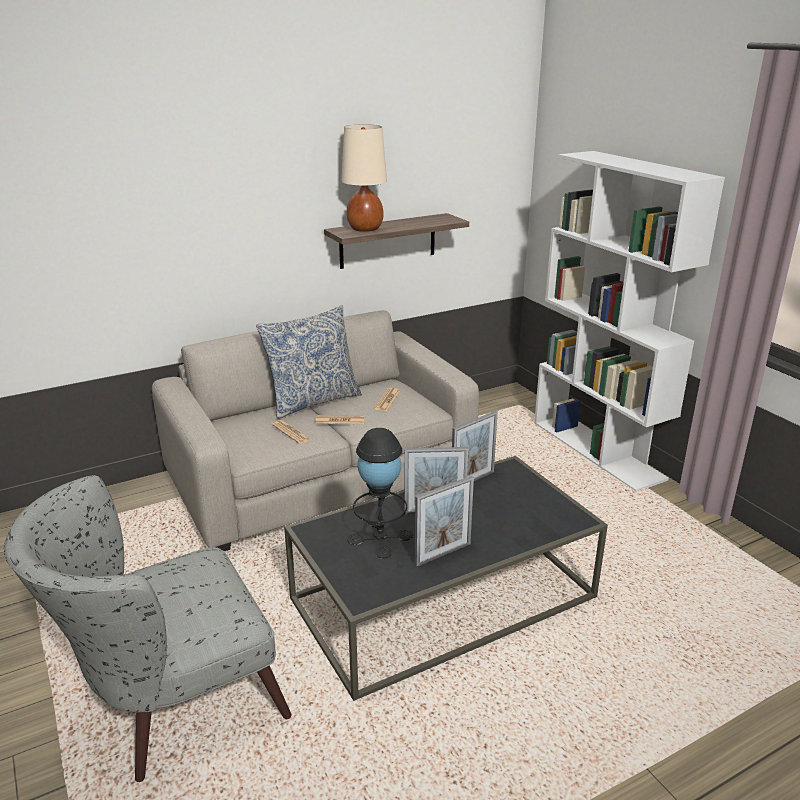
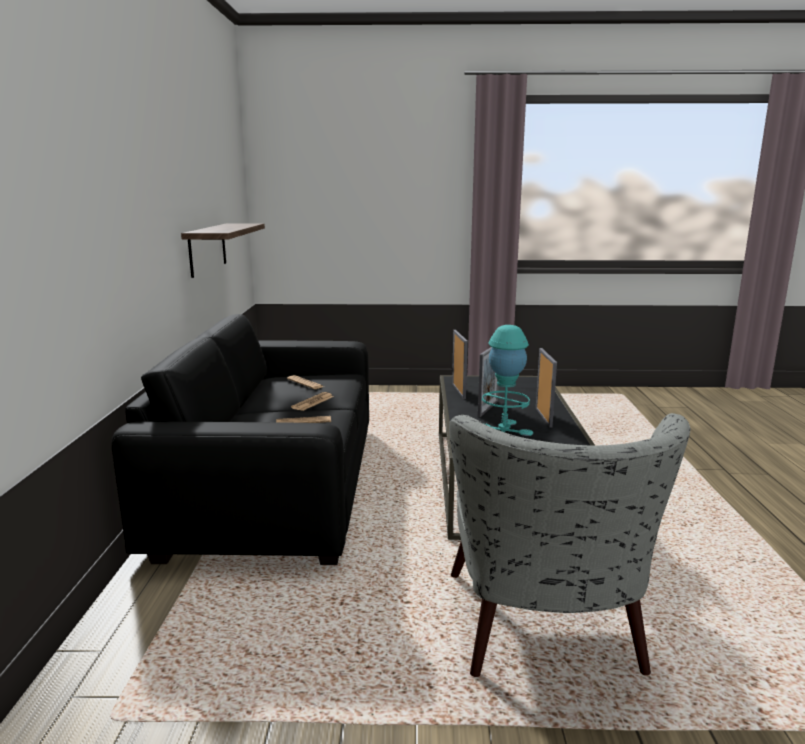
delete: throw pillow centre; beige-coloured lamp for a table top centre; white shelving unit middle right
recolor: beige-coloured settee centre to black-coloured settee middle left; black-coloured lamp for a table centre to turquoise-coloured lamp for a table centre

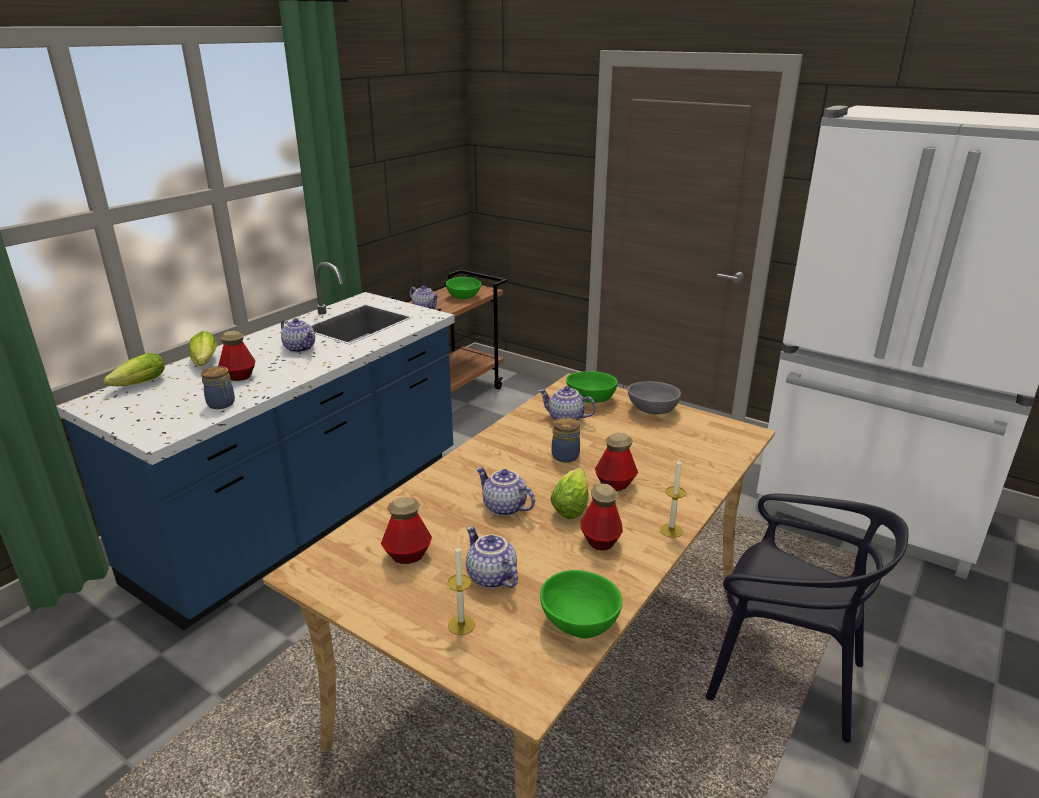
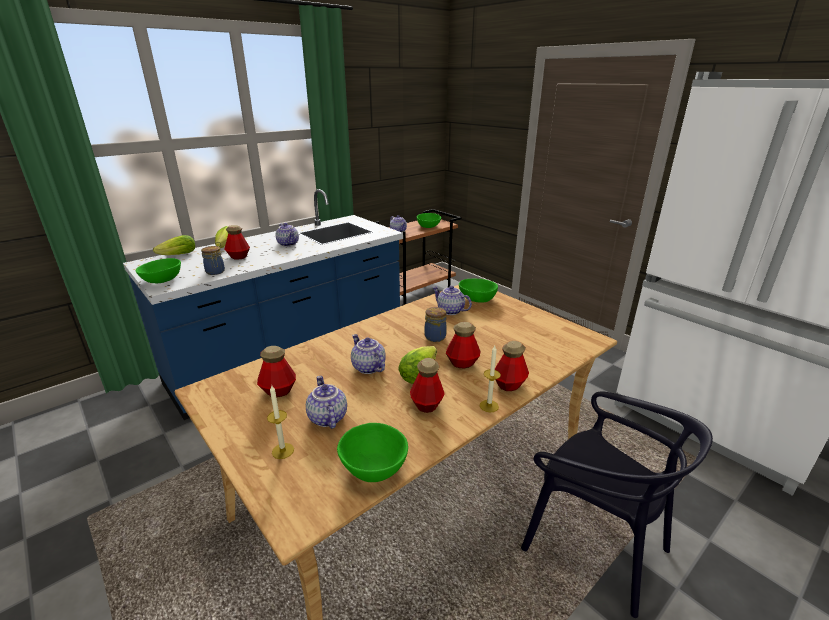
delete: greyish bowl centre
insert: green-coloured bowl (1st from left) middle left; beverage bottle (5th from left) centre

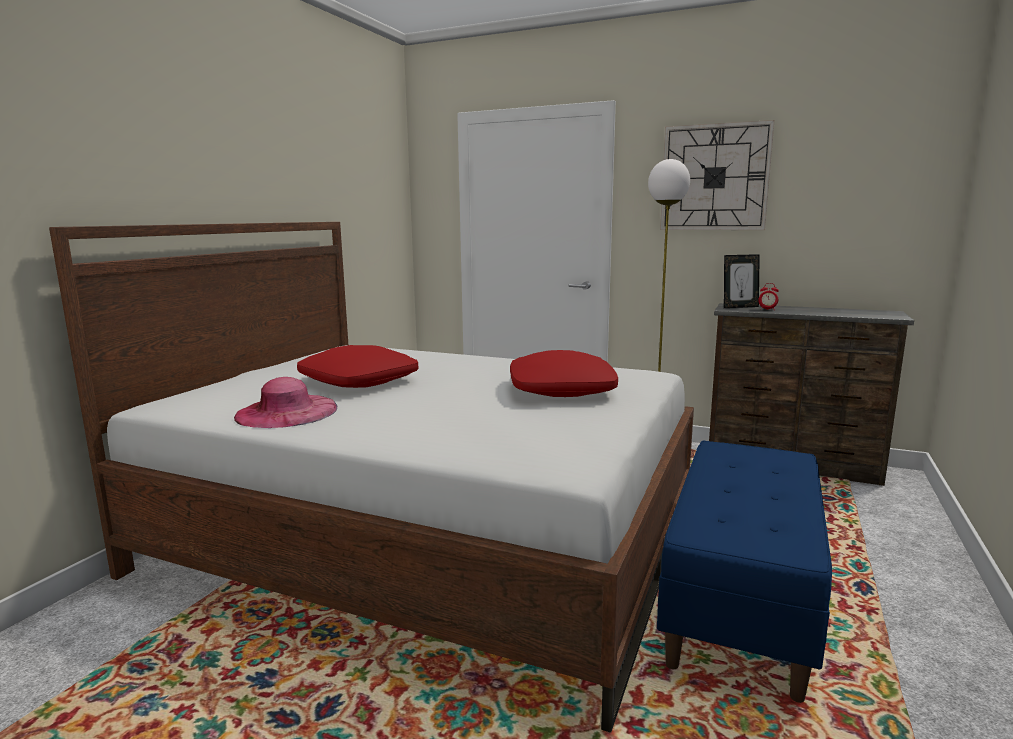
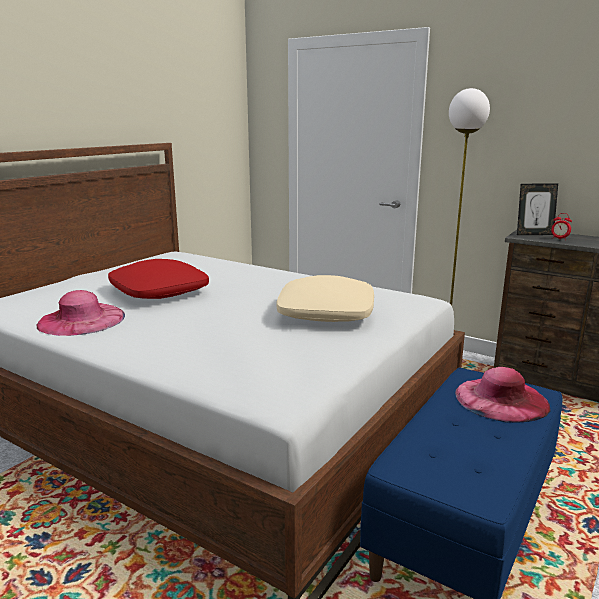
delete: hanging clock top right
insert: pinkish hat (2nd from left) middle right
recolor: red-coloured throw pillow (2nd from left) centre to beige-coloured throw pillow centre

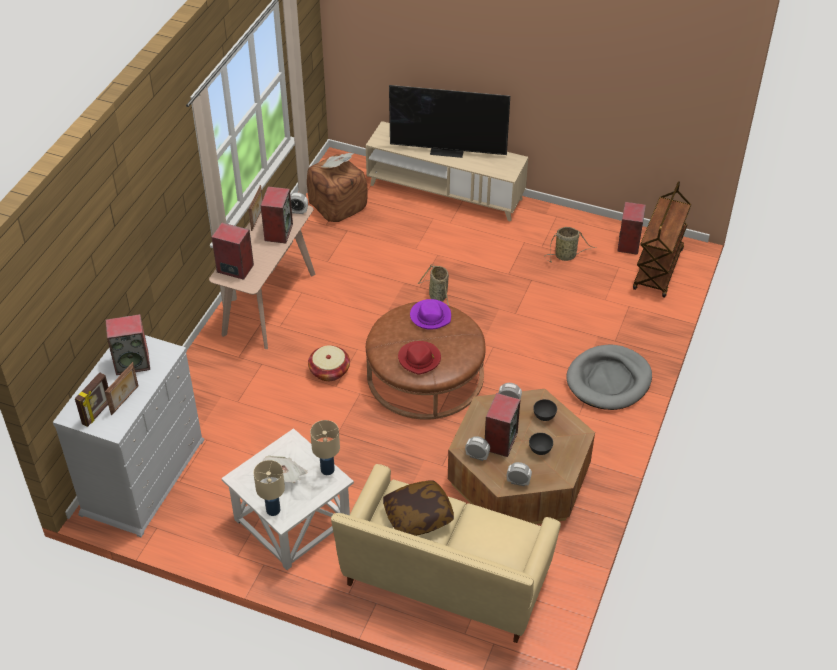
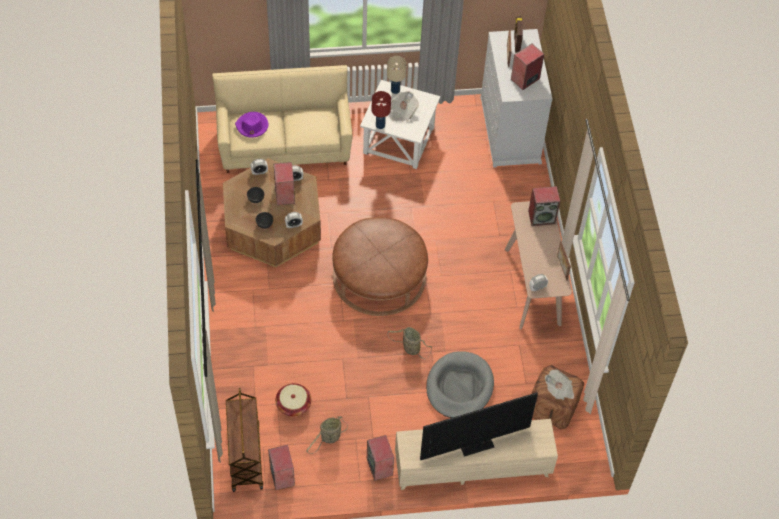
delete: throw pillow bottom centre; red-coloured hat centre
move: purple-coloured hat centre to top left; basket (1st from left) centre to bottom centre; audio speaker (3rd from left) top left to bottom centre; greyish pet bed middle right to bottom centre
recolor: beige-coloured lamp for a table (2nd from left) bottom centre to red-coloured lamp for a table top centre

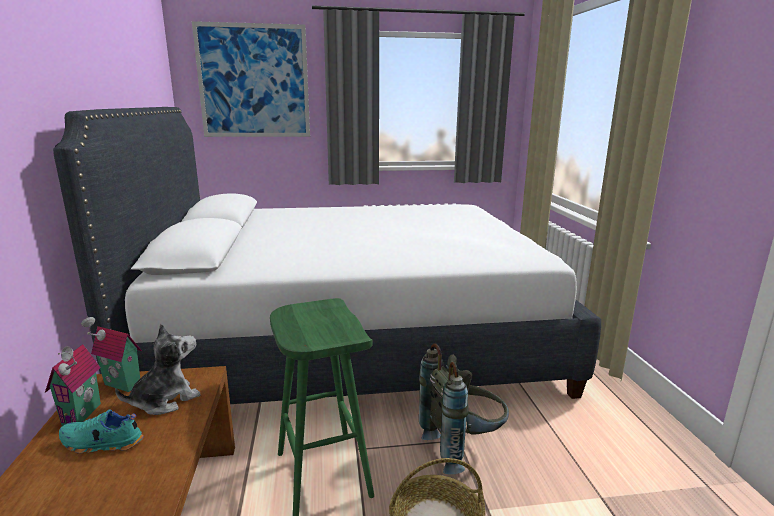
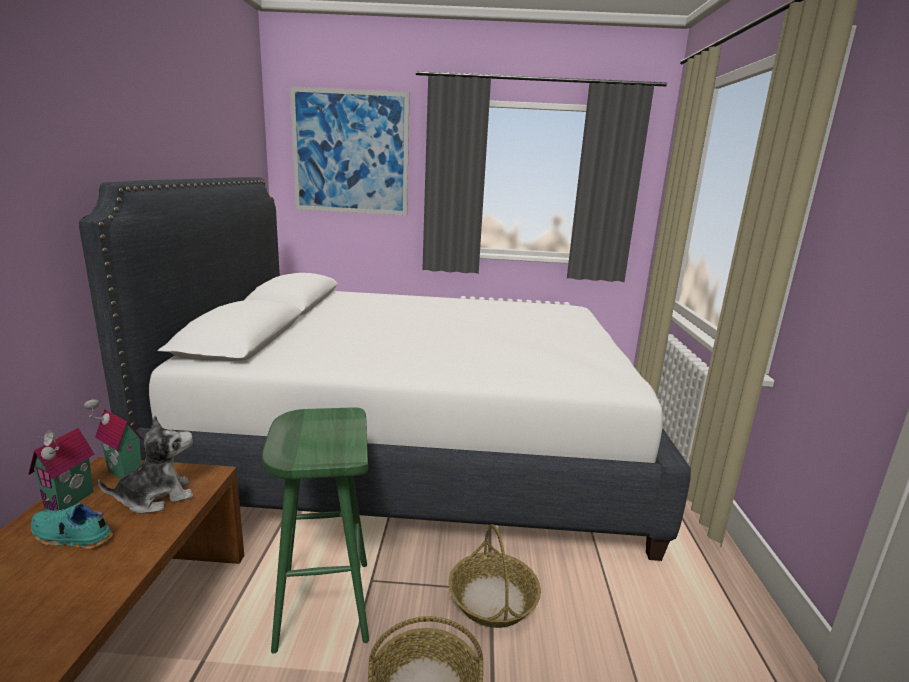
replace: greyish rucksack bottom centre to basket (2nd from left) bottom centre

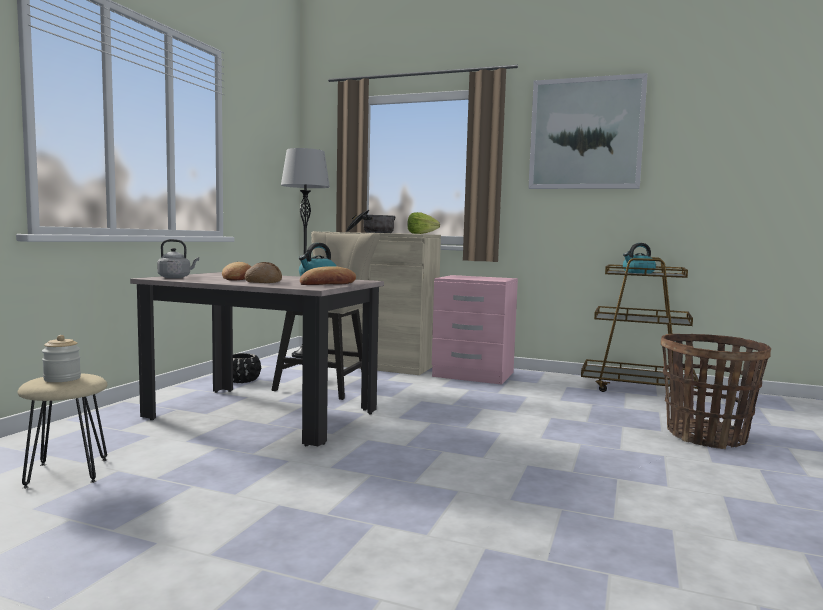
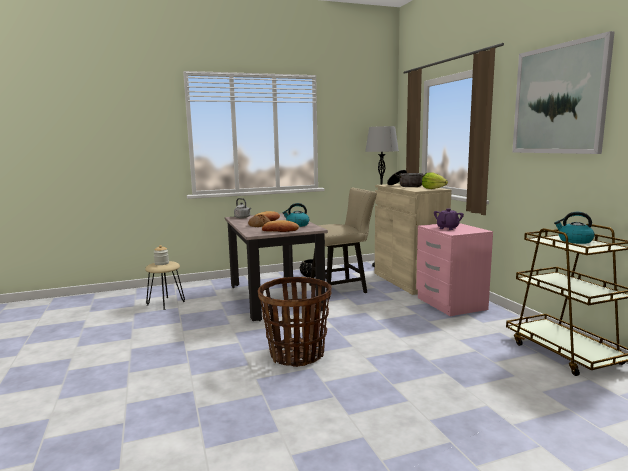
insert: purple-coloured tea pot middle right
move: basket middle right to bottom centre

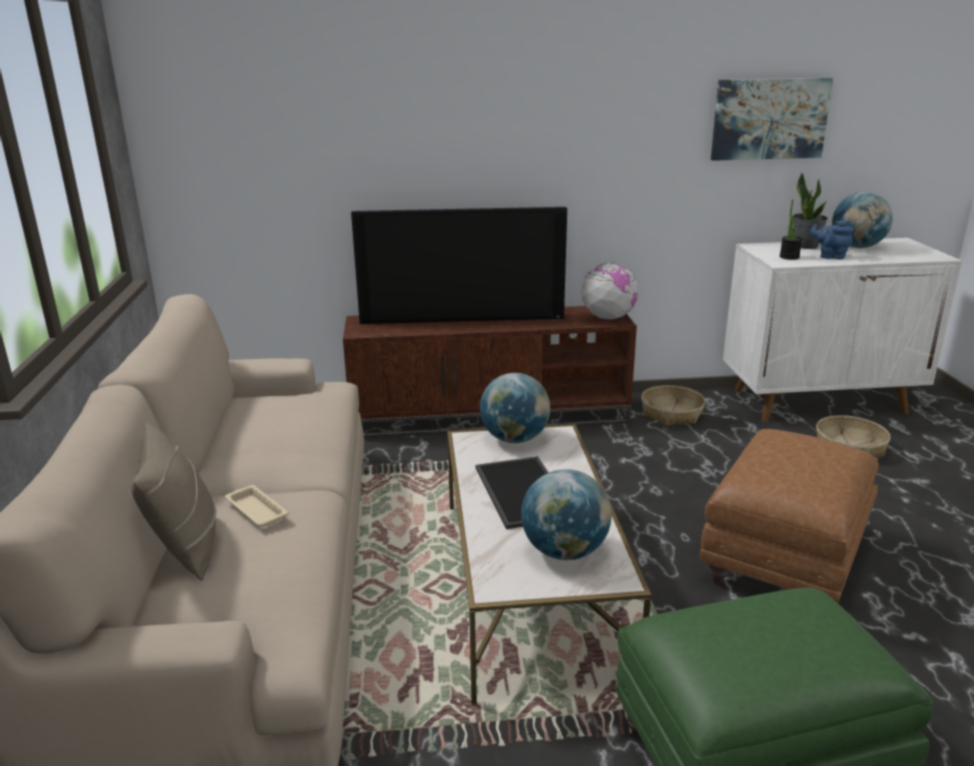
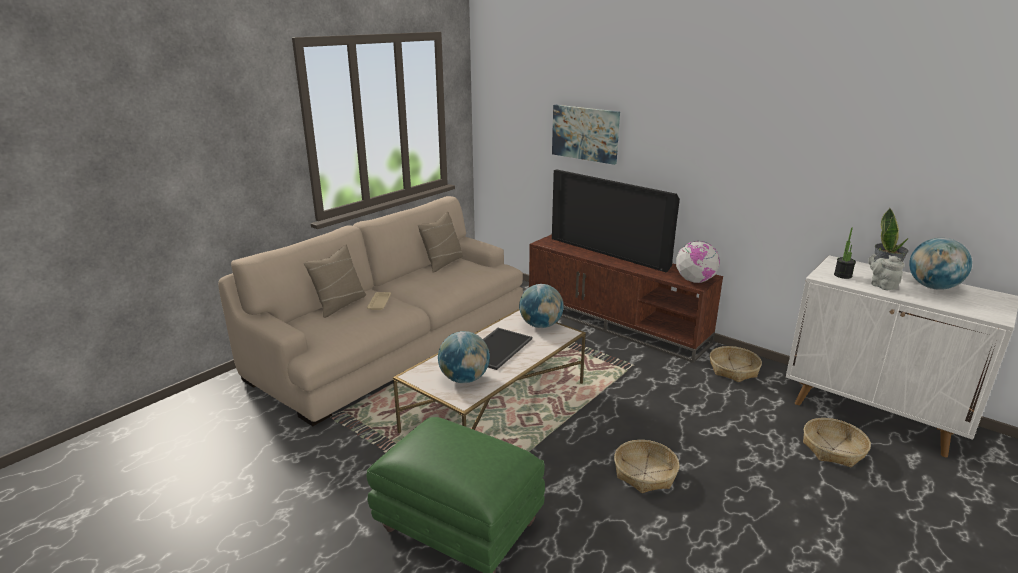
insert: beige-coloured throw pillow (2nd from left) centre
move: wall art top right to top centre
replace: brownish footrest bottom right to basket (1st from left) bottom centre
recolor: blue tea pot top right to greyish tea pot middle right

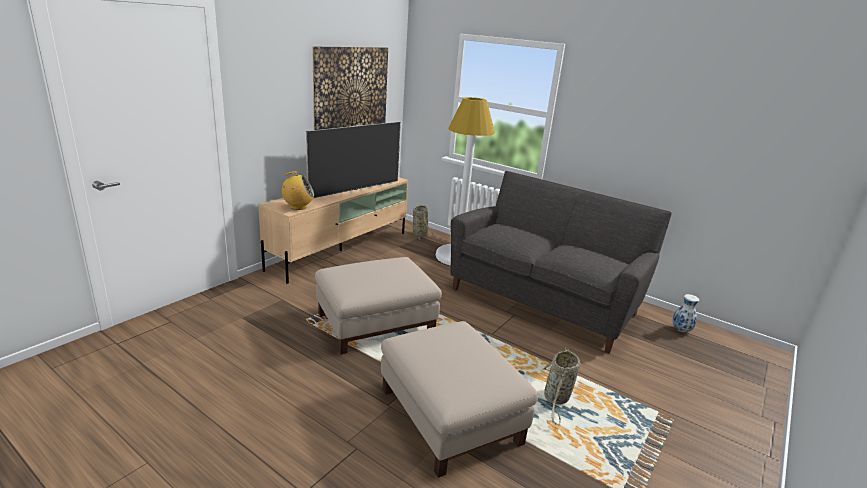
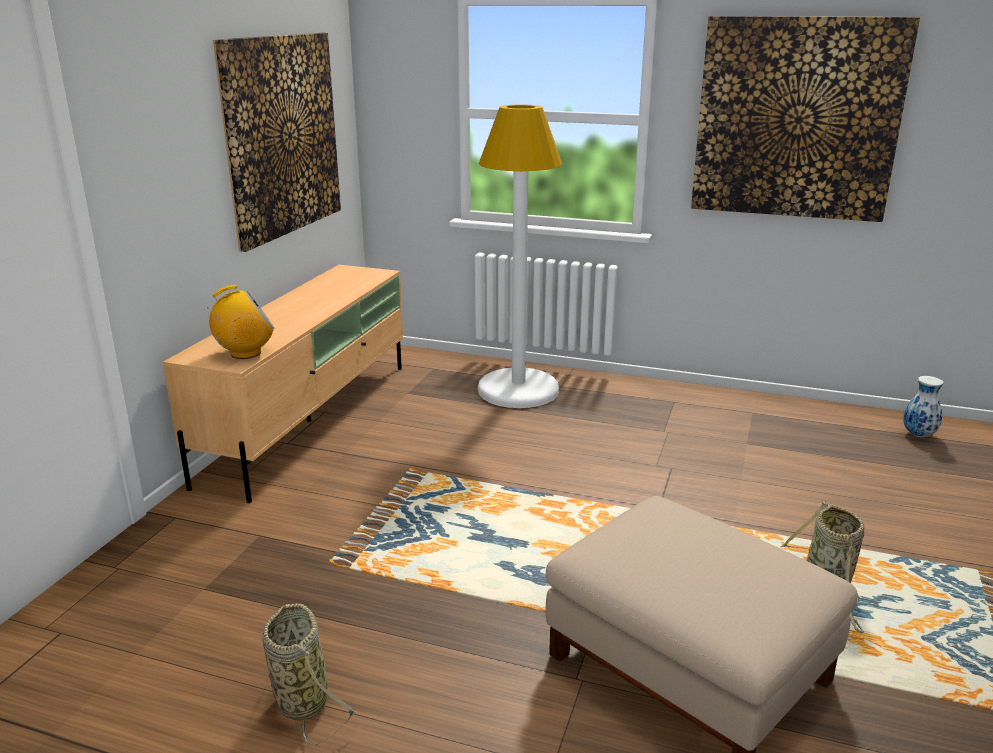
delete: TV set top centre; beige-coloured footrest (1st from left) centre; greyish settee centre
insert: wall art (2nd from left) top right
move: basket (1st from left) centre to bottom left

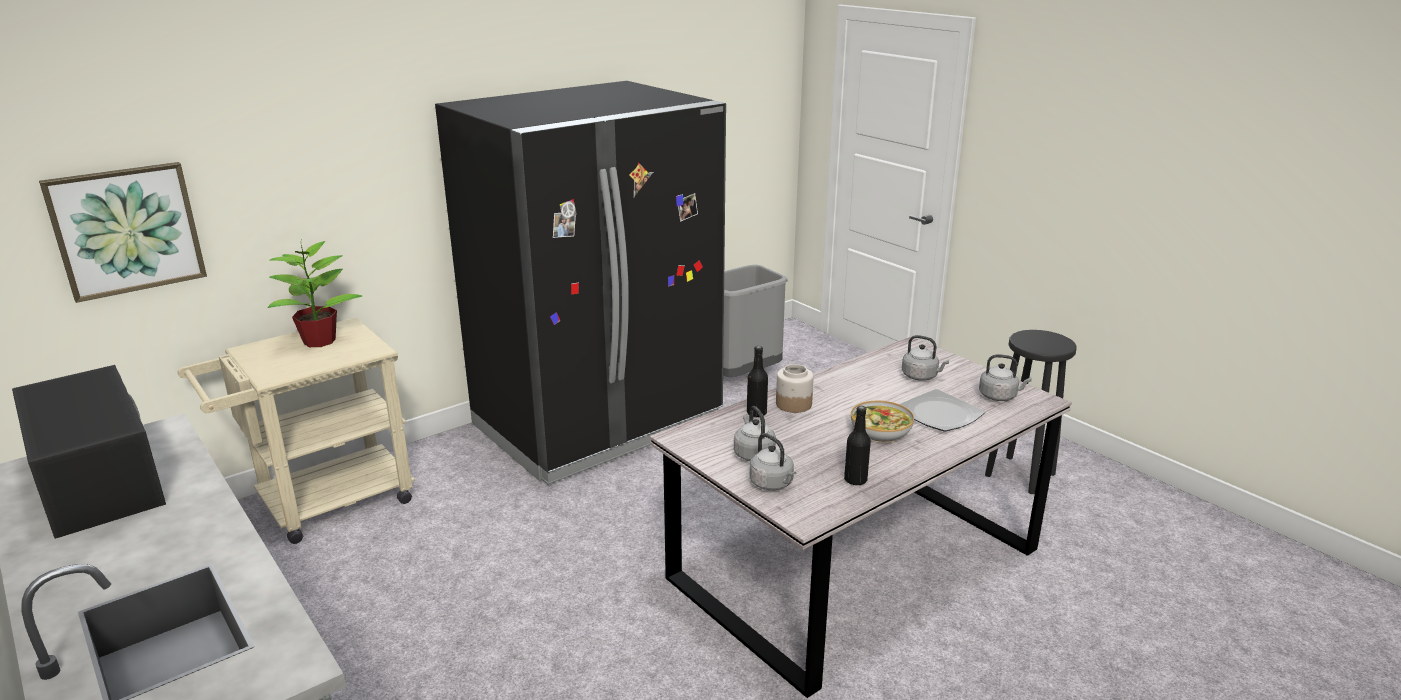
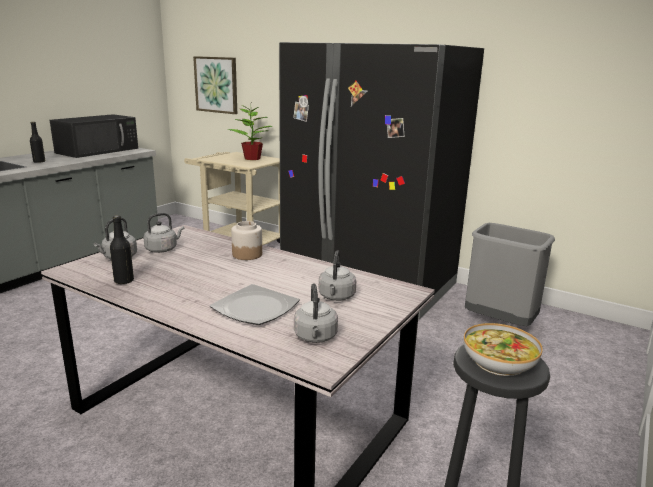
move: black-coloured beverage bottle (1st from left) centre to top left; bowl centre to bottom right

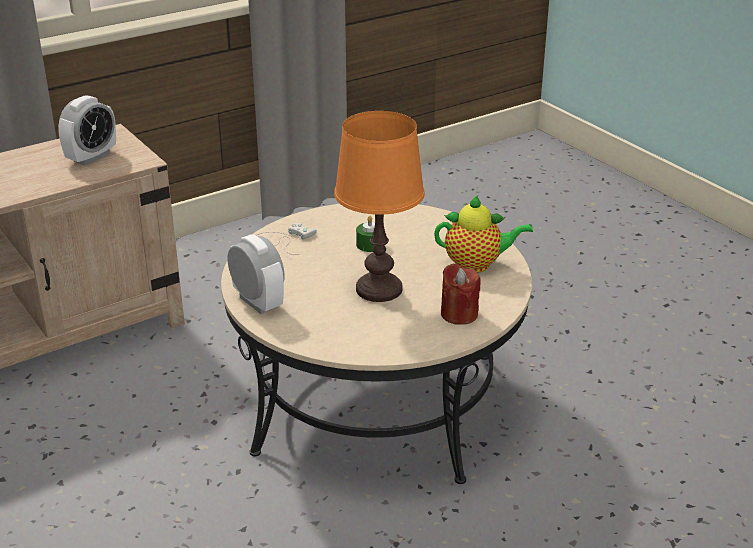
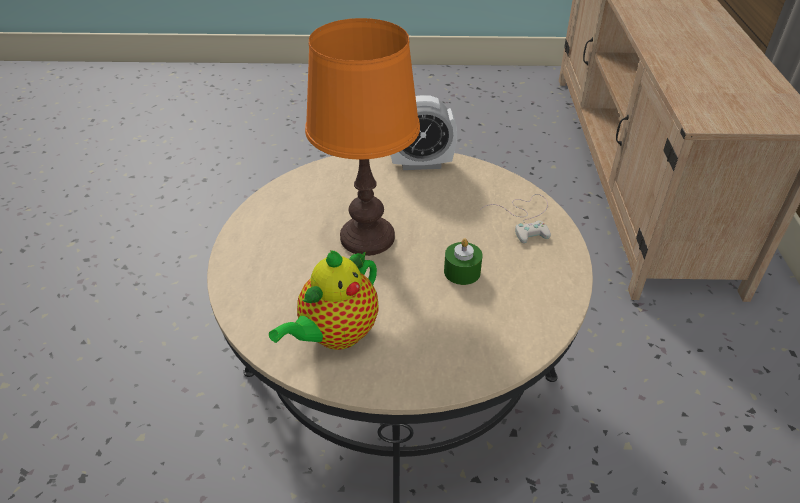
delete: alarm clock (1st from left) top left; red-coloured wax light centre

